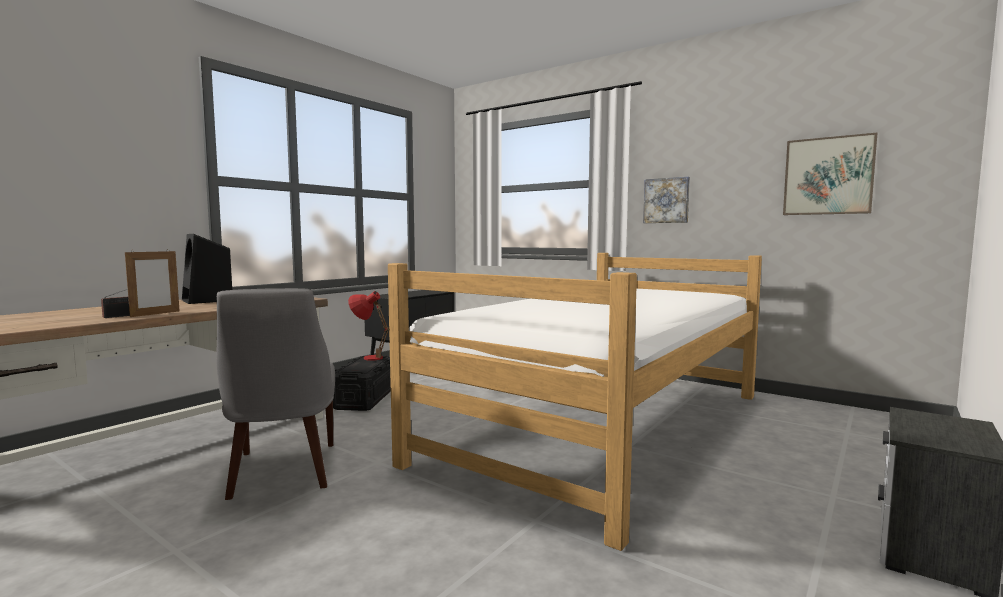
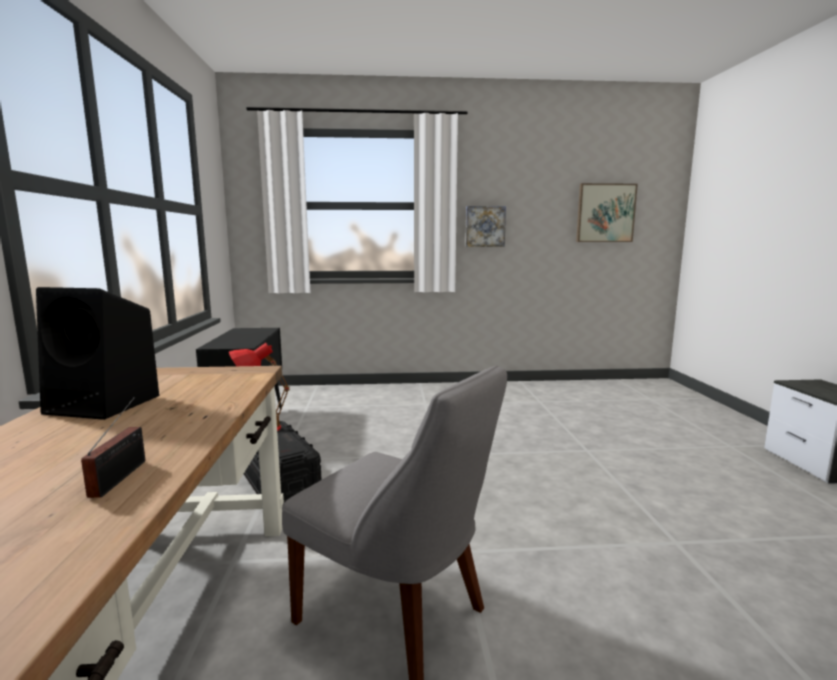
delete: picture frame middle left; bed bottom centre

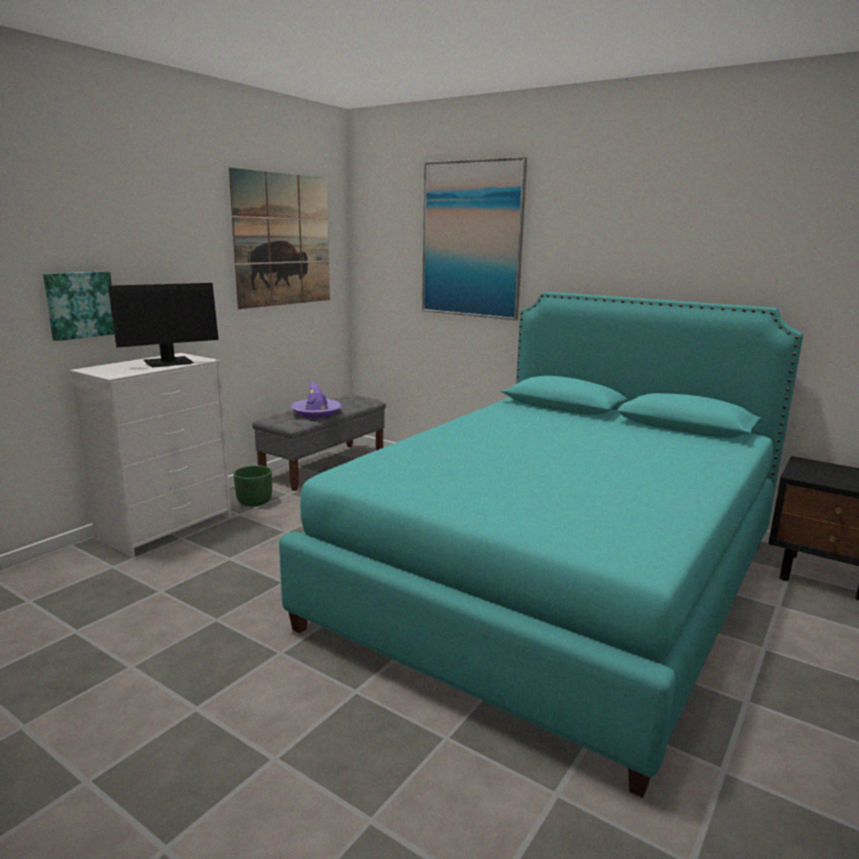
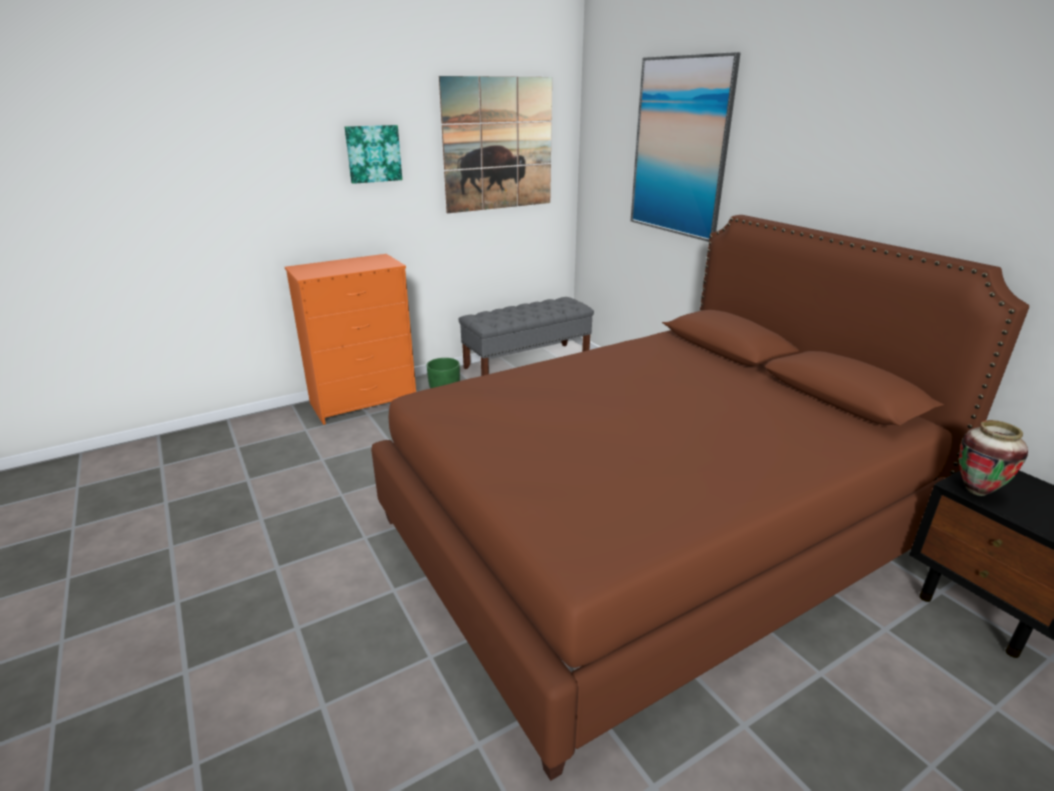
delete: computer display middle left; purple-coloured hat centre
insert: flower vase middle right
move: wall art (1st from left) middle left to top centre
recolor: white chest of drawers middle left to orange-coloured chest of drawers middle left; turquoise-coloured bed centre to brownish bed centre

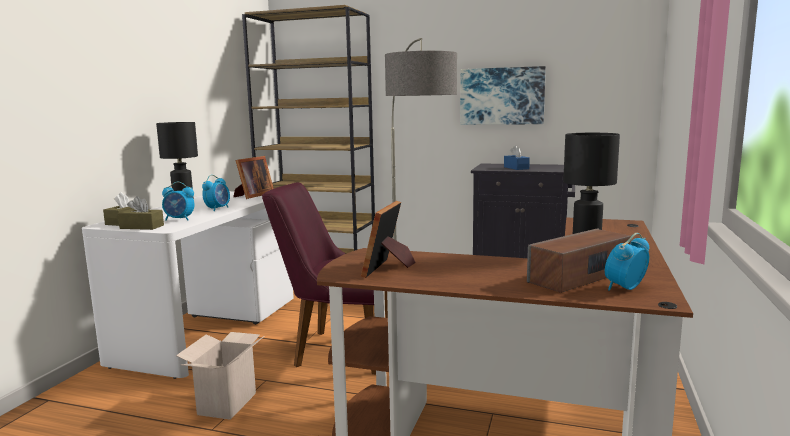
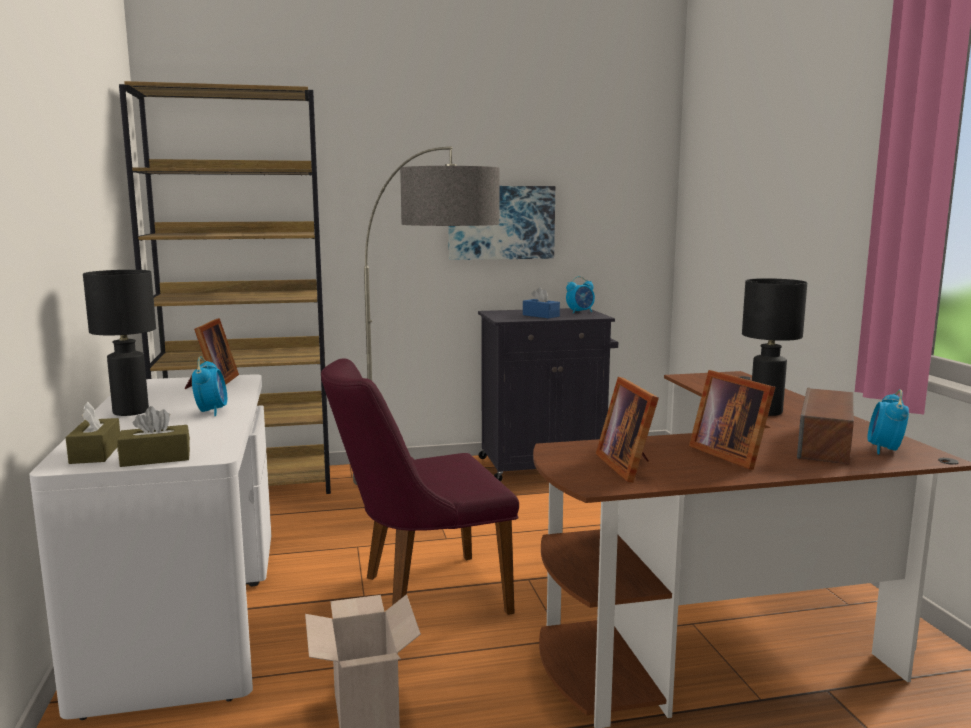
insert: picture frame (3rd from left) middle right
move: alarm clock (1st from left in the first image) middle left to alarm clock (2nd from left) centre

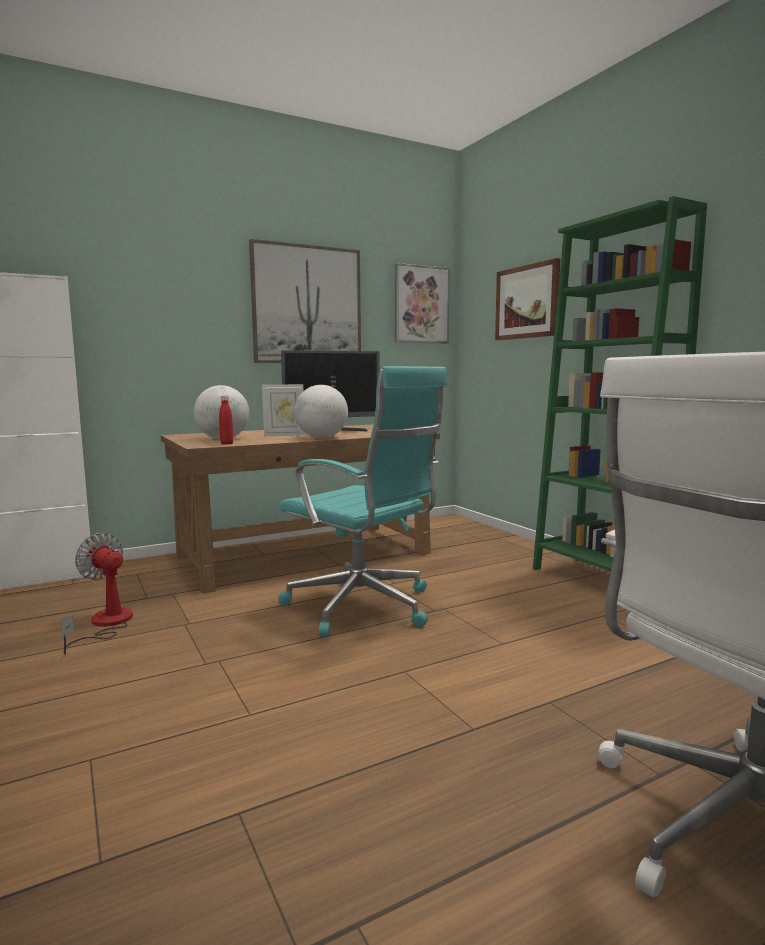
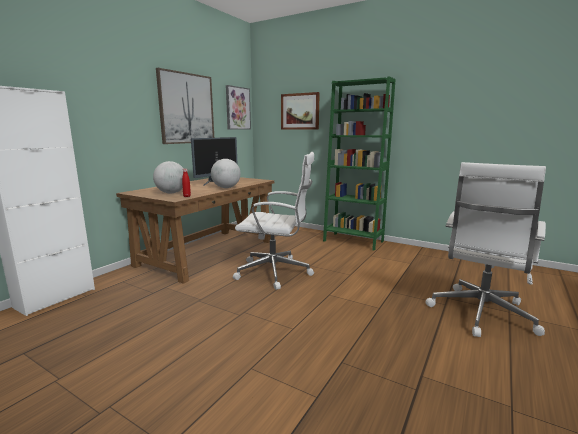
delete: electric fan middle left; picture frame centre
recolor: turquoise-coloured desk chair centre to white desk chair (1st from left) centre

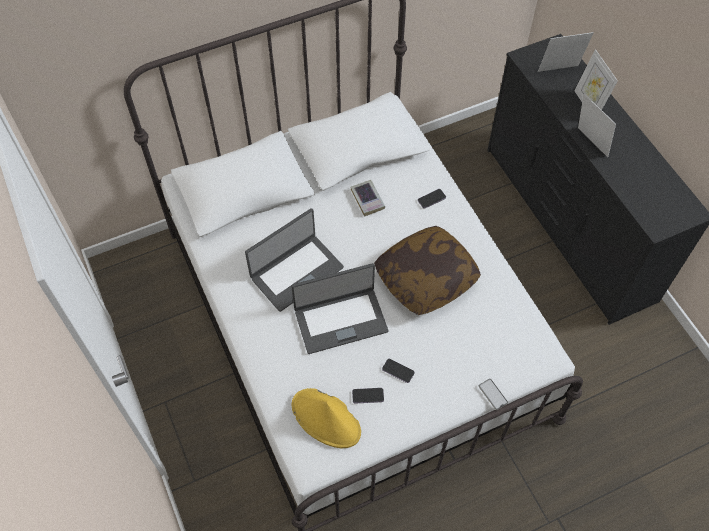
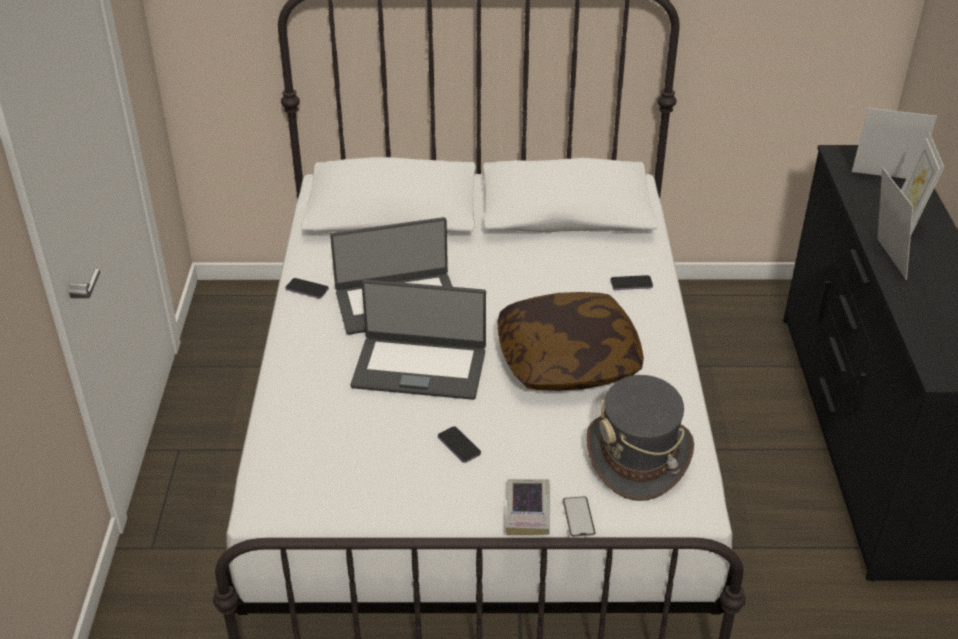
delete: yellowish hat bottom centre
insert: greyish hat bottom right
move: phone (1st from left) bottom centre to middle left; bound book centre to bottom centre

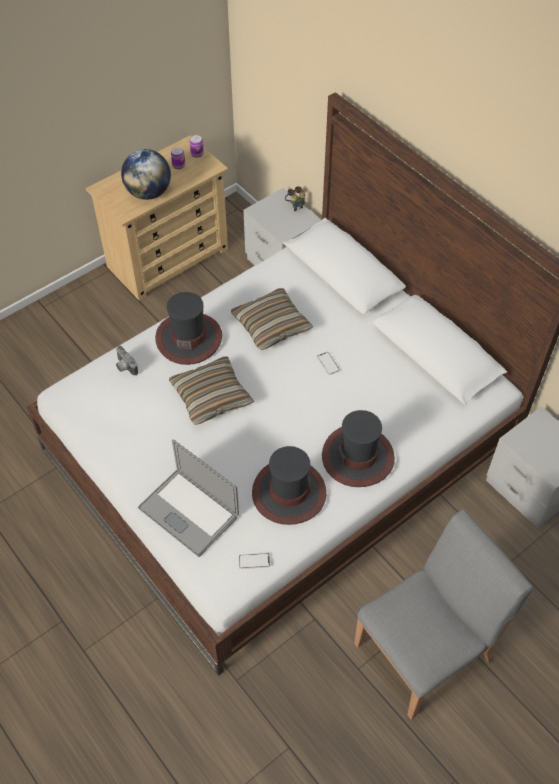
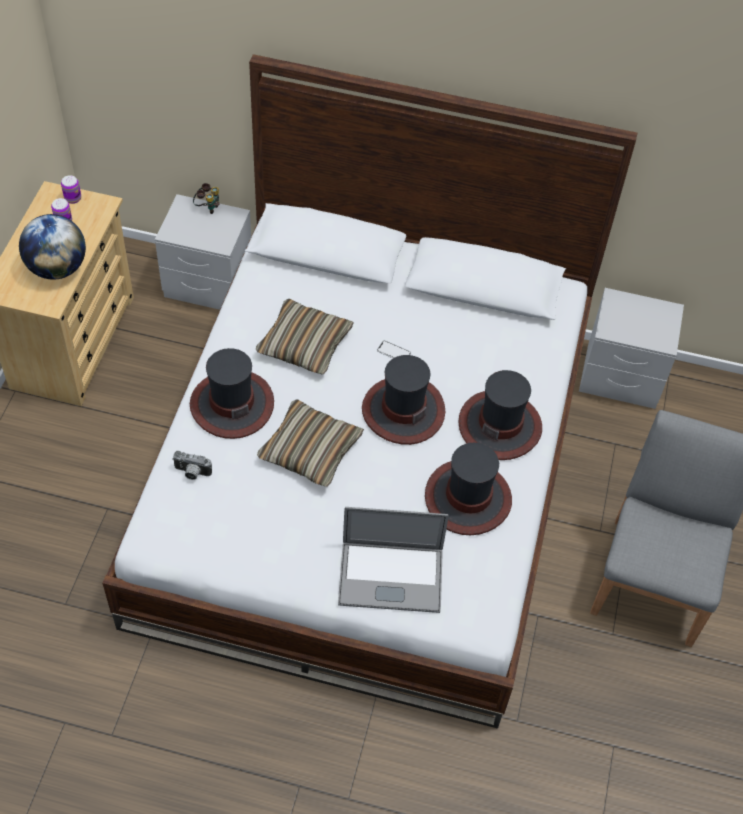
delete: phone (1st from left) bottom centre
insert: hat (2nd from left) centre

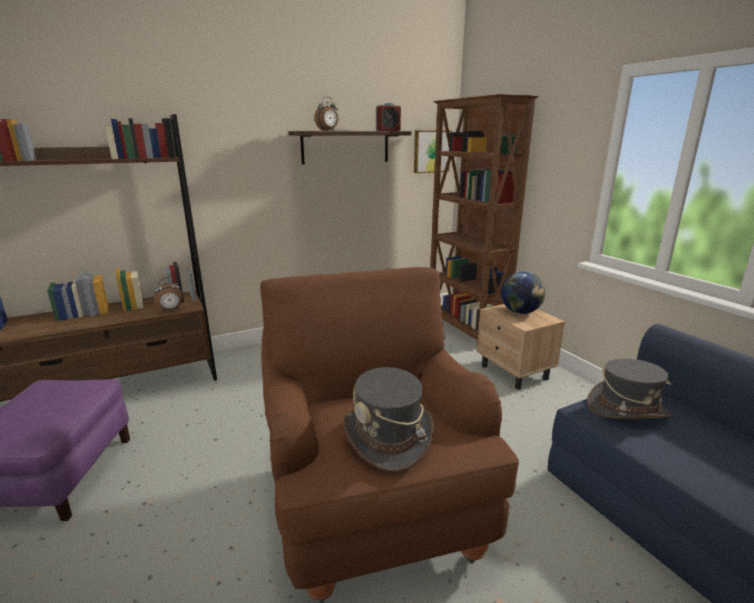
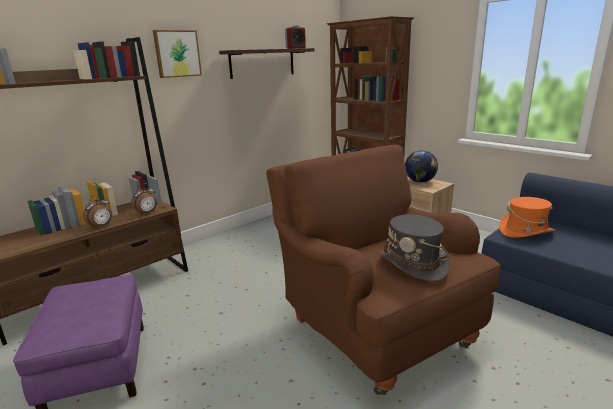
move: alarm clock (2nd from left in the first image) top centre to alarm clock (1st from left) middle left; wall art top centre to top left
recolor: greyish hat (2nd from left) middle right to orange-coloured hat middle right

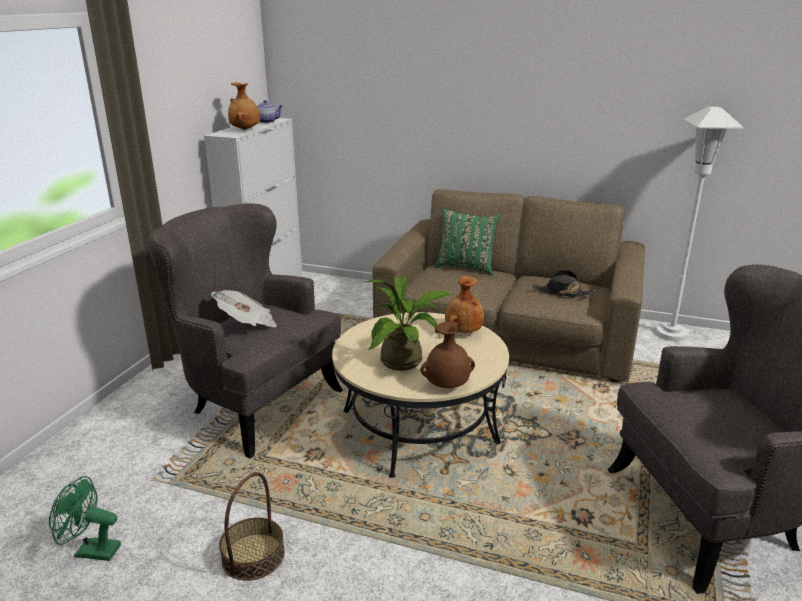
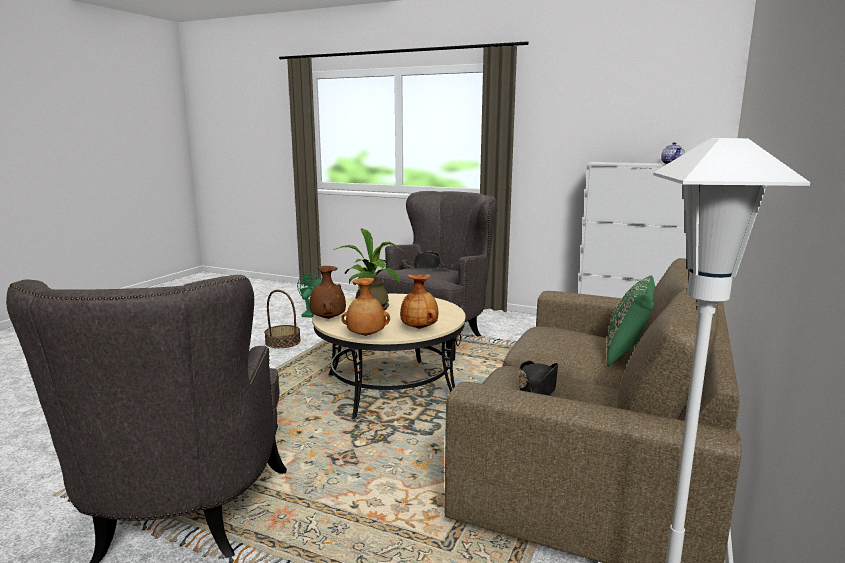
move: brownish flower vase (1st from left in the first image) top left to brownish flower vase (2nd from left) centre
replace: newspaper middle left to black-coloured hat (1st from left) centre

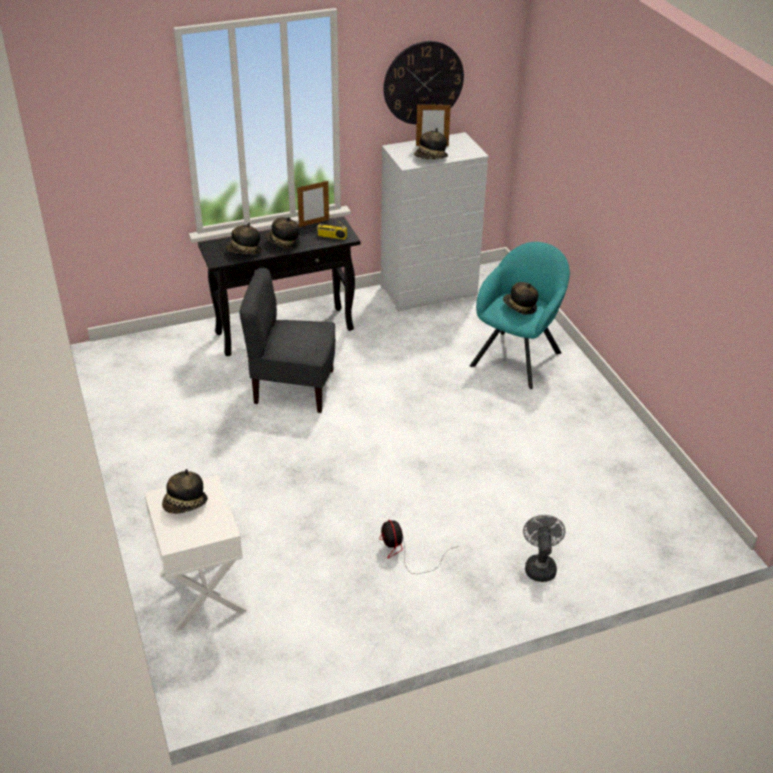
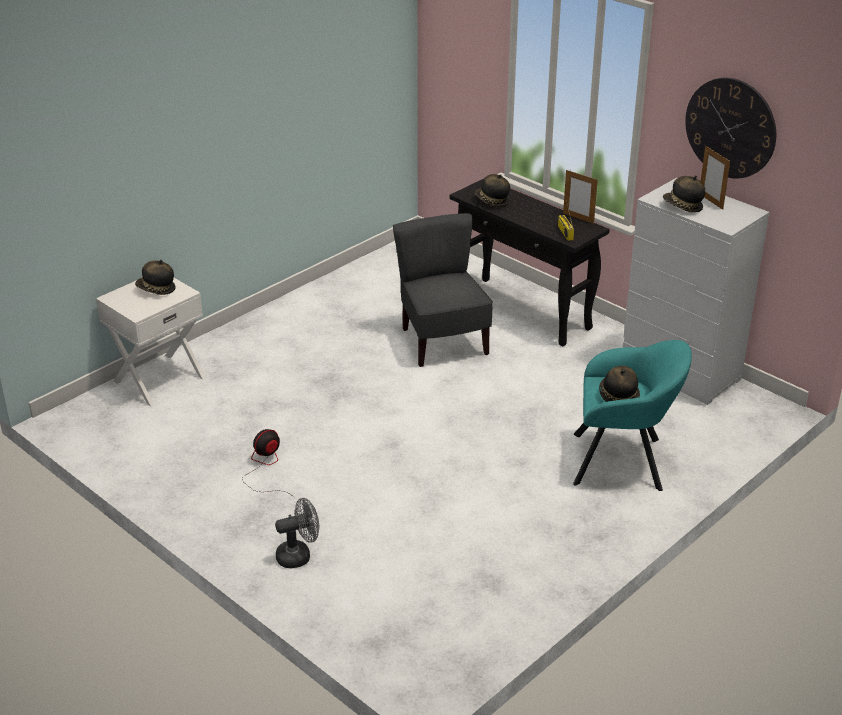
delete: hat (3rd from left) top centre

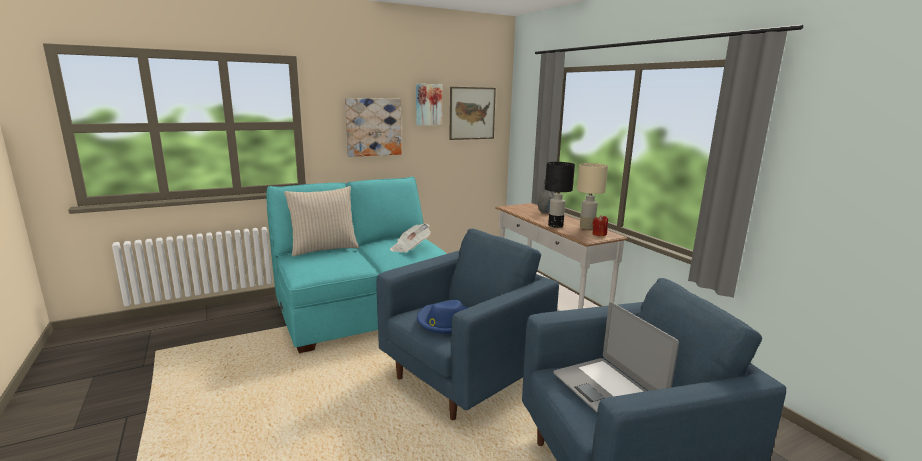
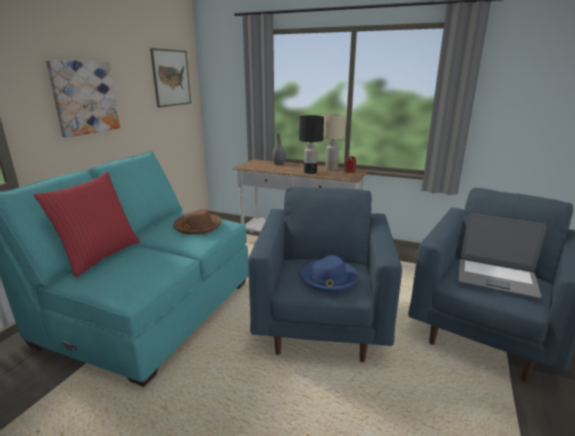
delete: wall art (2nd from left) top centre
replace: newspaper centre to brownish hat centre
recolor: beige-coloured throw pillow centre to red-coloured throw pillow middle left

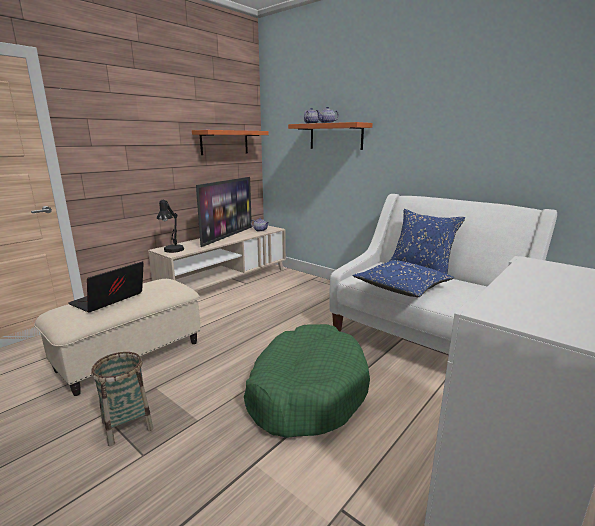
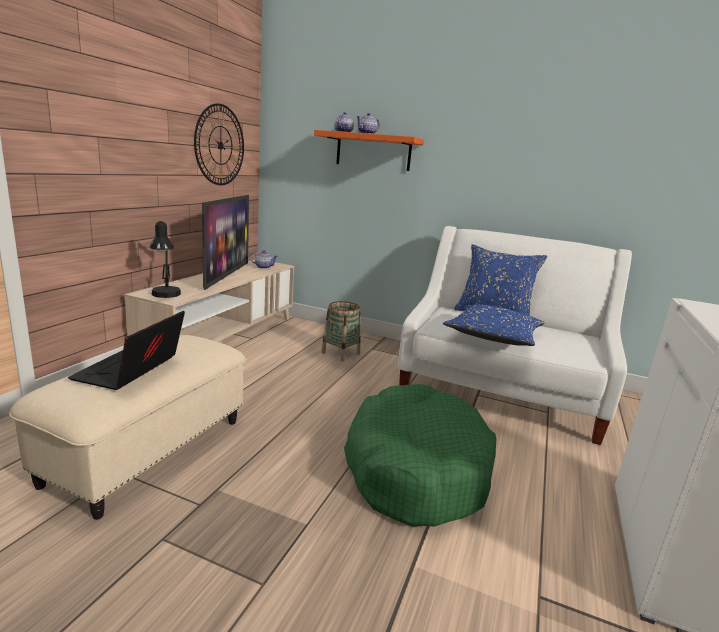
move: basket bottom left to centre
replace: orange-coloured shelf (1st from left) top centre to hanging clock top left

